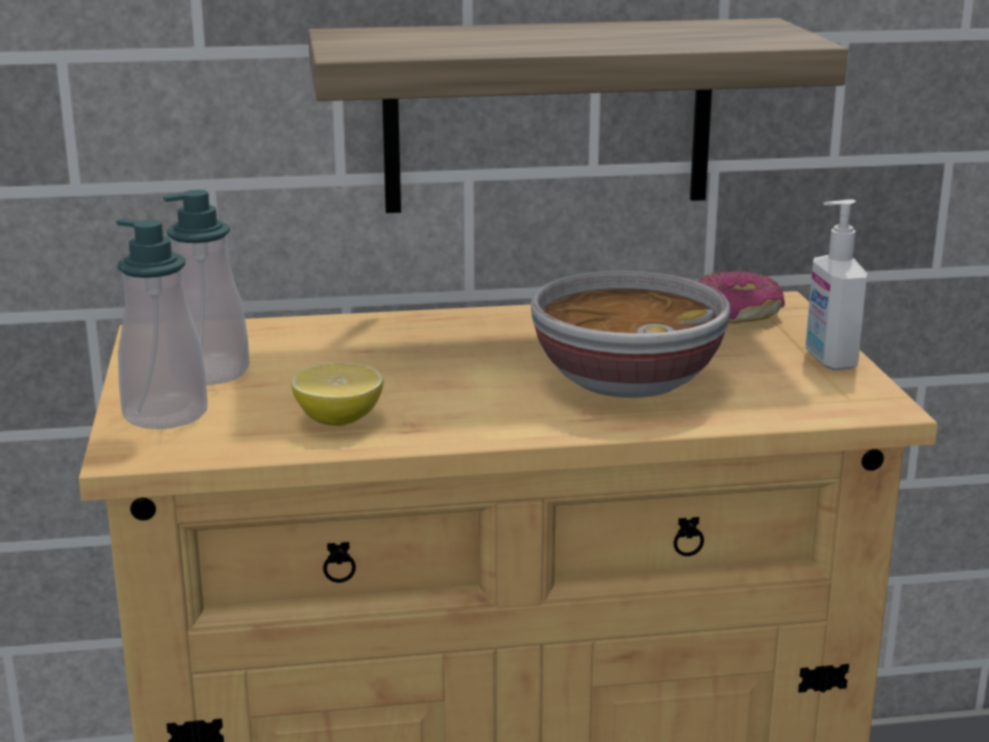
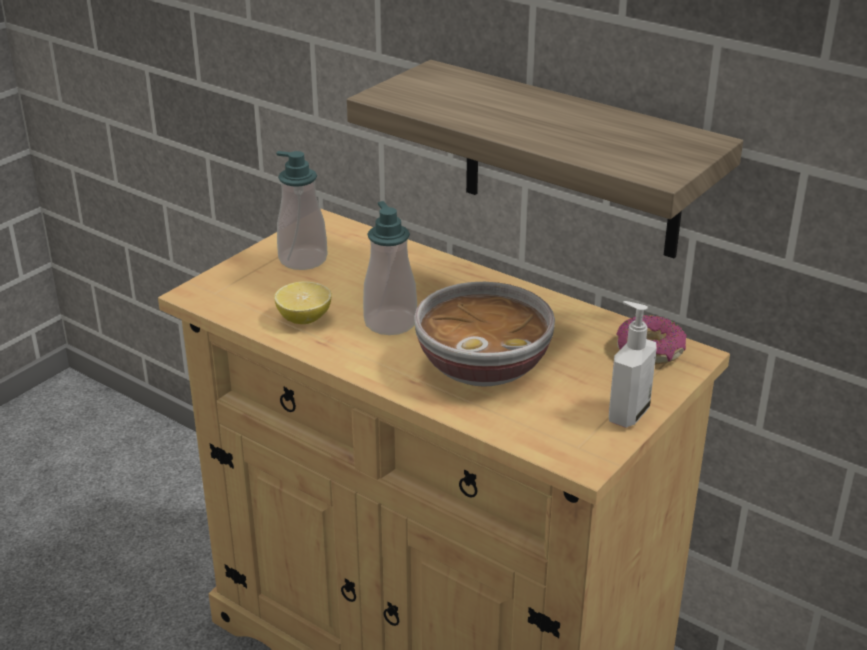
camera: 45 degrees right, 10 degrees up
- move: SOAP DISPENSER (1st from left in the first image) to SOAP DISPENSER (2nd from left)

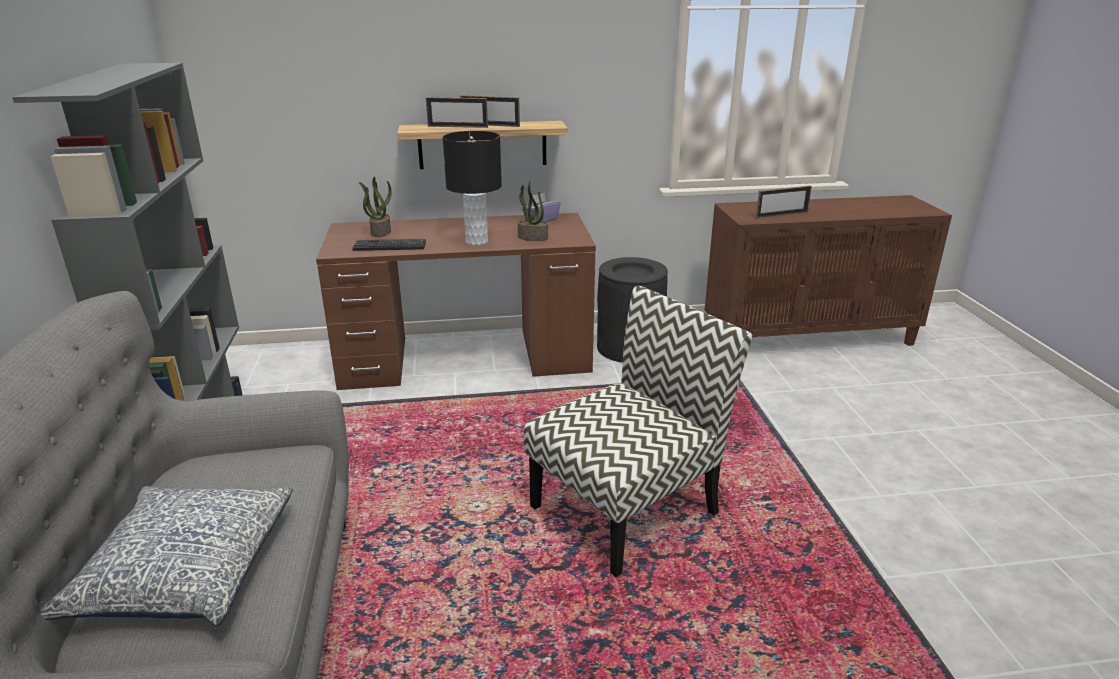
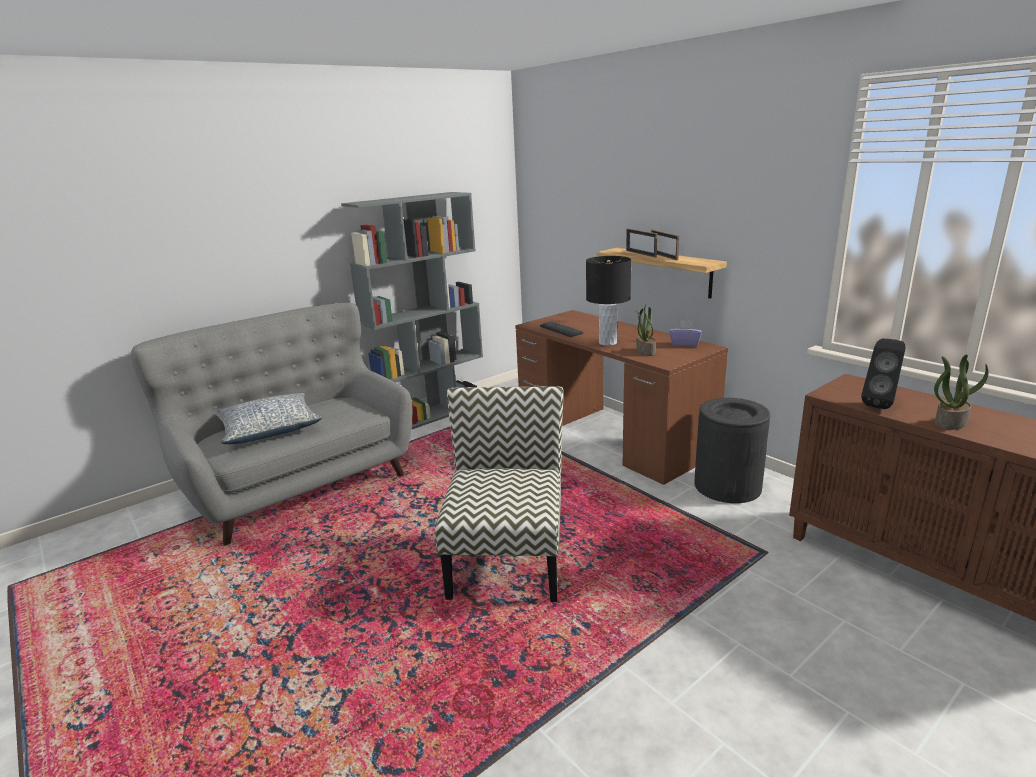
camera: 60 degrees right, 5 degrees down
- rotate: CHAIR 105 degrees counterclockwise
- replace: PICTURE FRAME (3rd from left) to BLACK SPEAKER
- move: POTTED PLANT (1st from left in the first image) to POTTED PLANT (2nd from left)

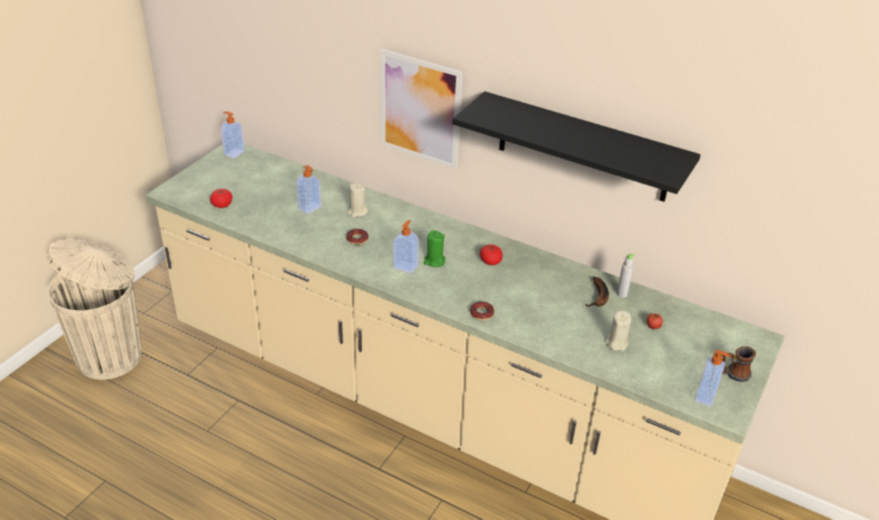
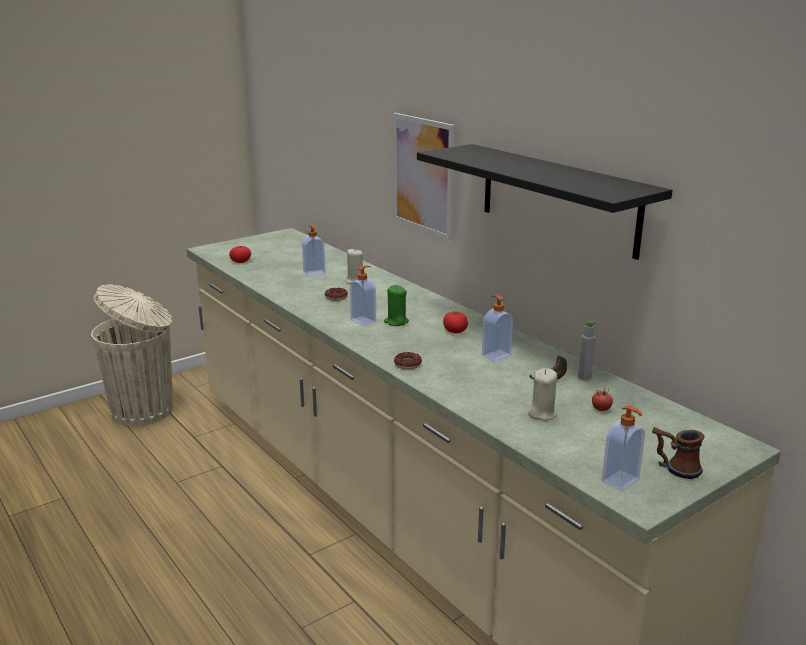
camera: 25 degrees right, 15 degrees down
- move: SOAP DISPENSER (1st from left in the first image) to SOAP DISPENSER (3rd from left)

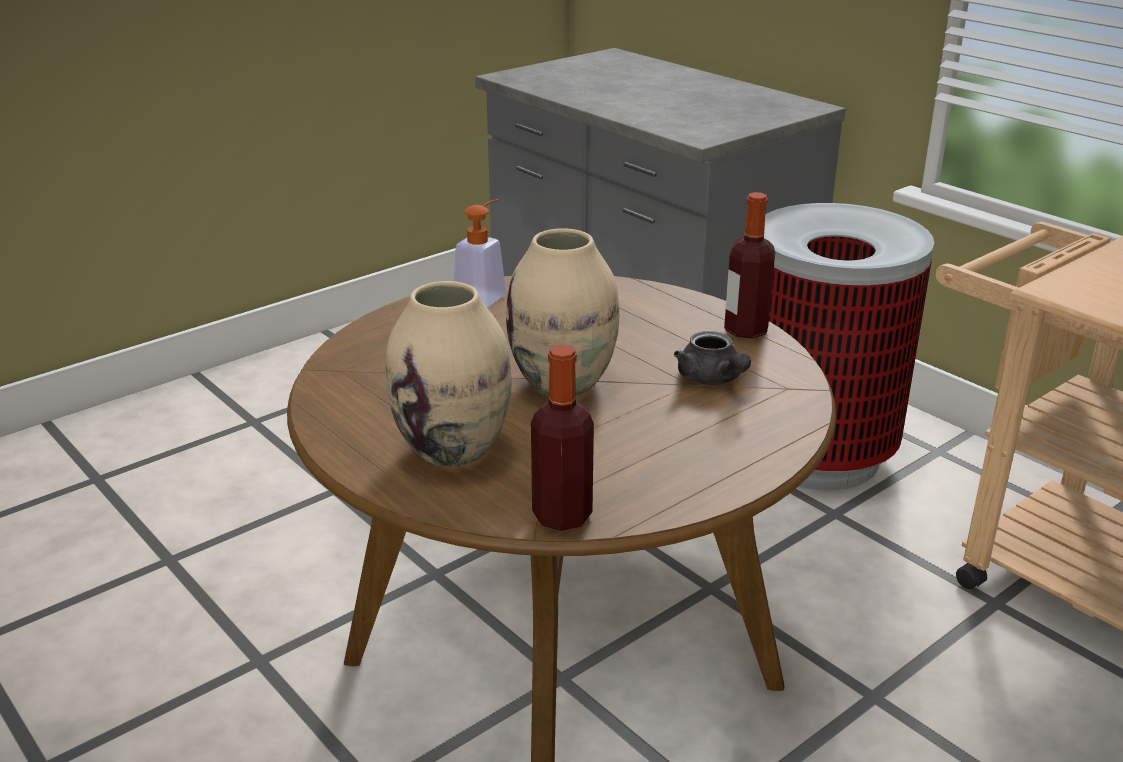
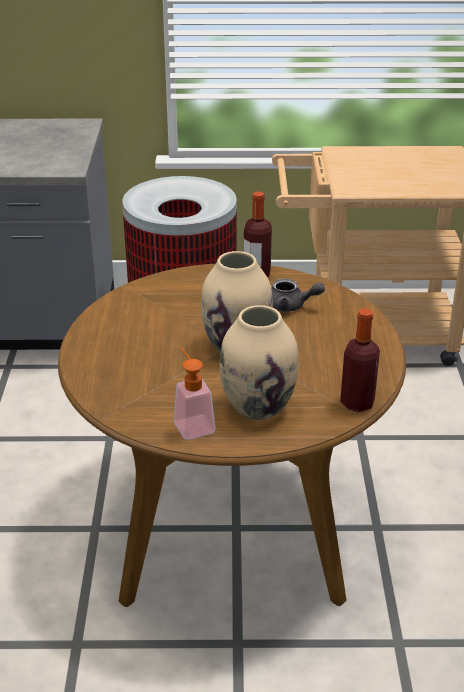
camera: 50 degrees left, 5 degrees up
- move: SOAP DISPENSER

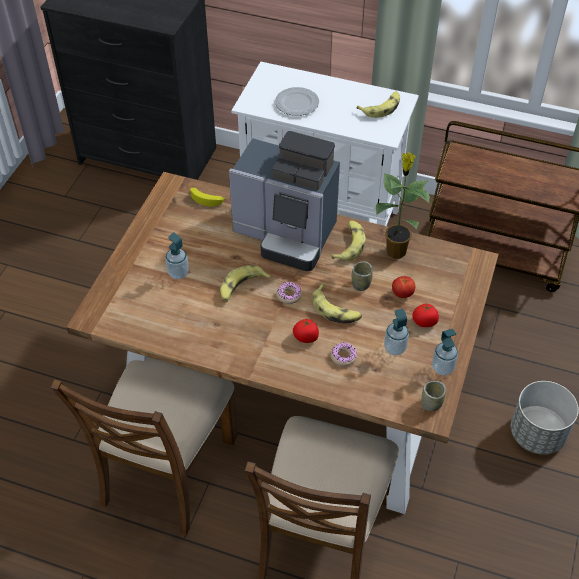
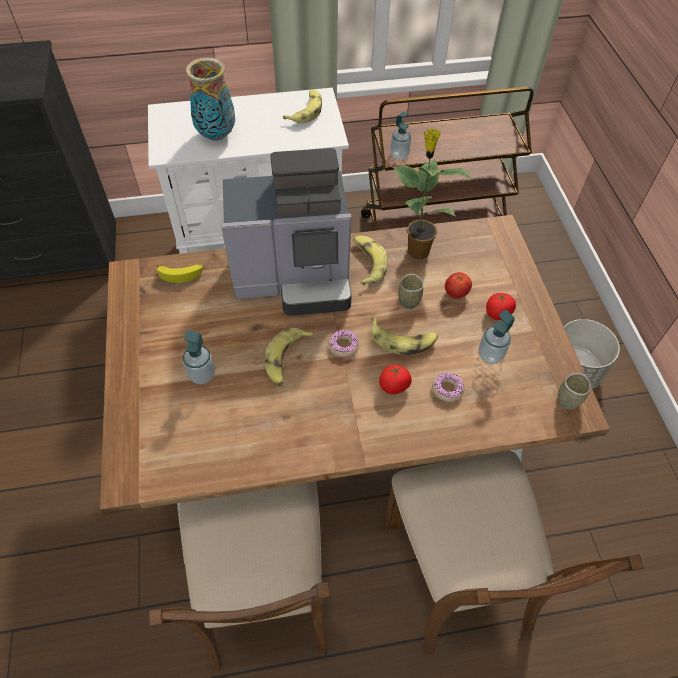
camera: 30 degrees left, 5 degrees up
- replace: PLATE to VASE
- move: SOAP DISPENSER (3rd from left in the first image) to SOAP DISPENSER (2nd from left)

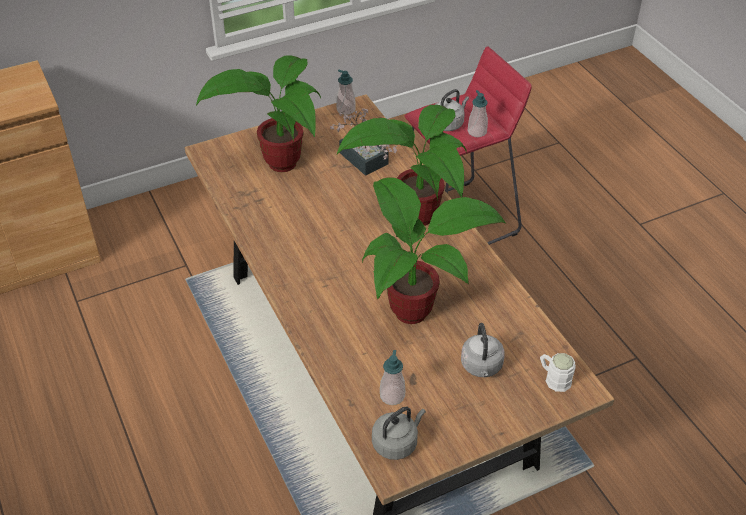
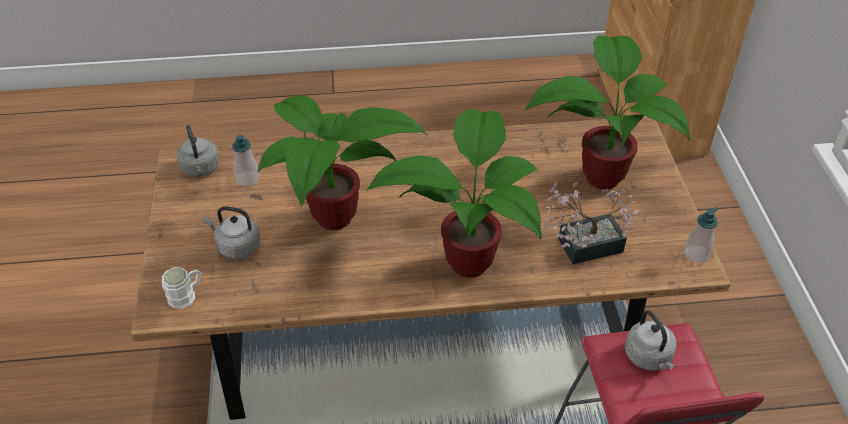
camera: 110 degrees right, 0 degrees up
- delete: SOAP DISPENSER (3rd from left)

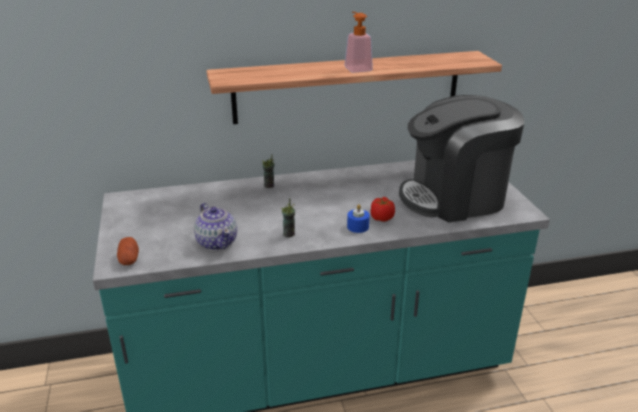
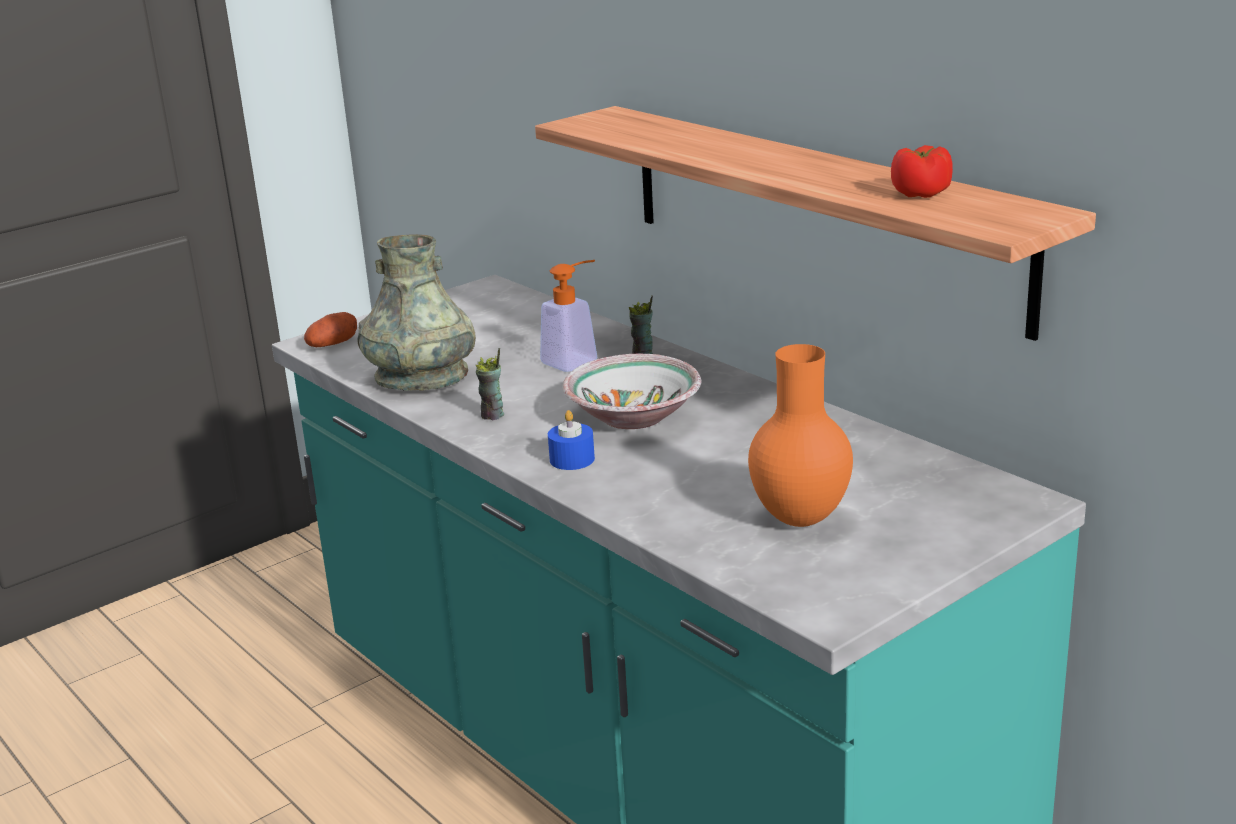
camera: 65 degrees right, 5 degrees down
- replace: TEAPOT to GREY VASE
- move: SOAP DISPENSER
- insert: BOWL
- replace: COFFEE MACHINE to ORANGE VASE
- move: TOMATO

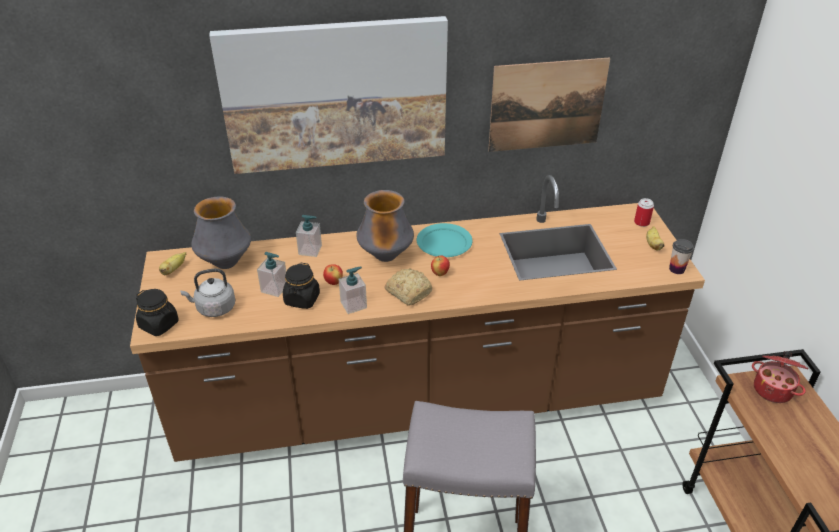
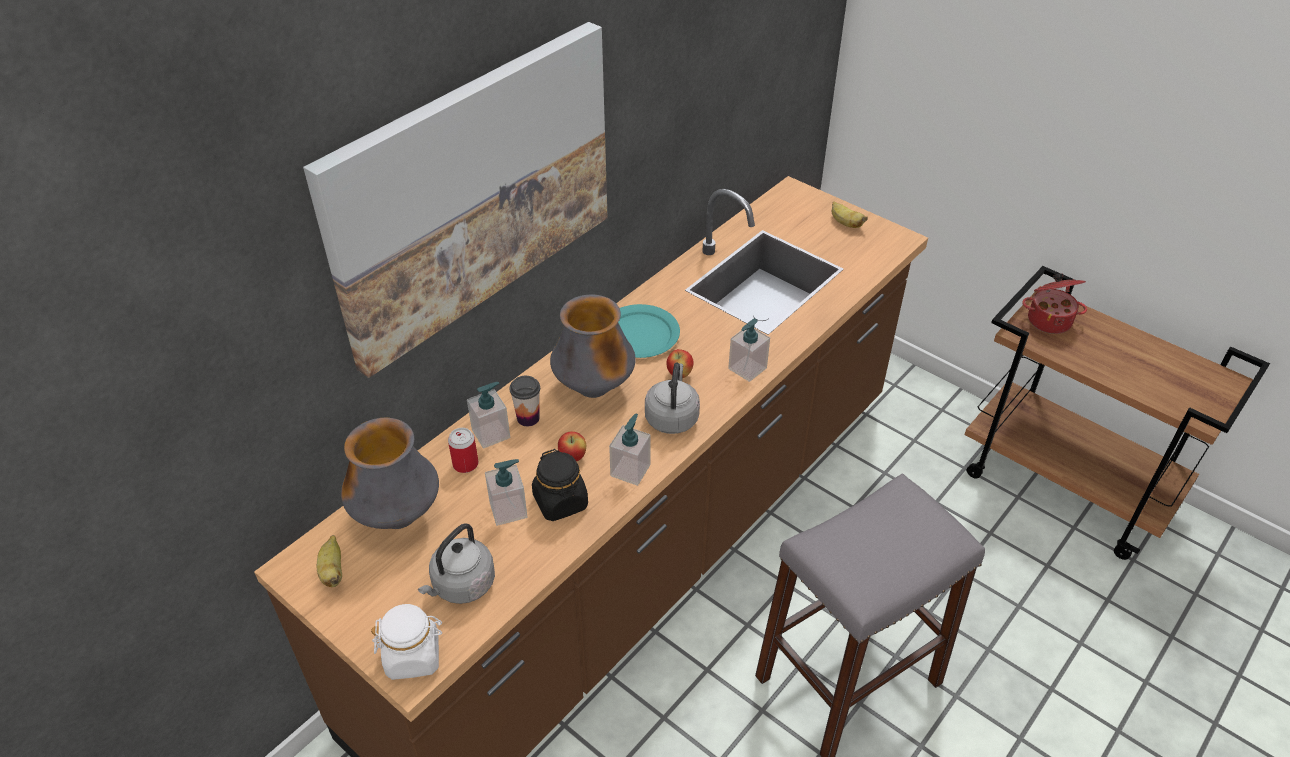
camera: 40 degrees left, 5 degrees up
- recolor: BLACK JAR (1st from left) to WHITE JAR
- move: CAN
- move: CUP
- replace: BREAD to GREY KETTLE (2nd from left)
- insert: SOAP DISPENSER (4th from left)
- delete: PICTURE (2nd from left)

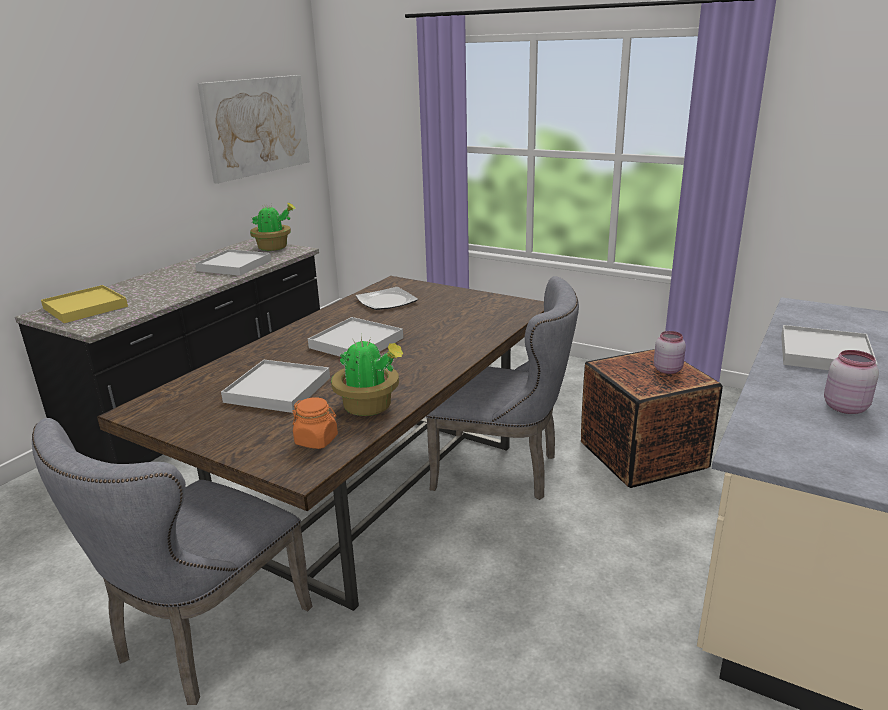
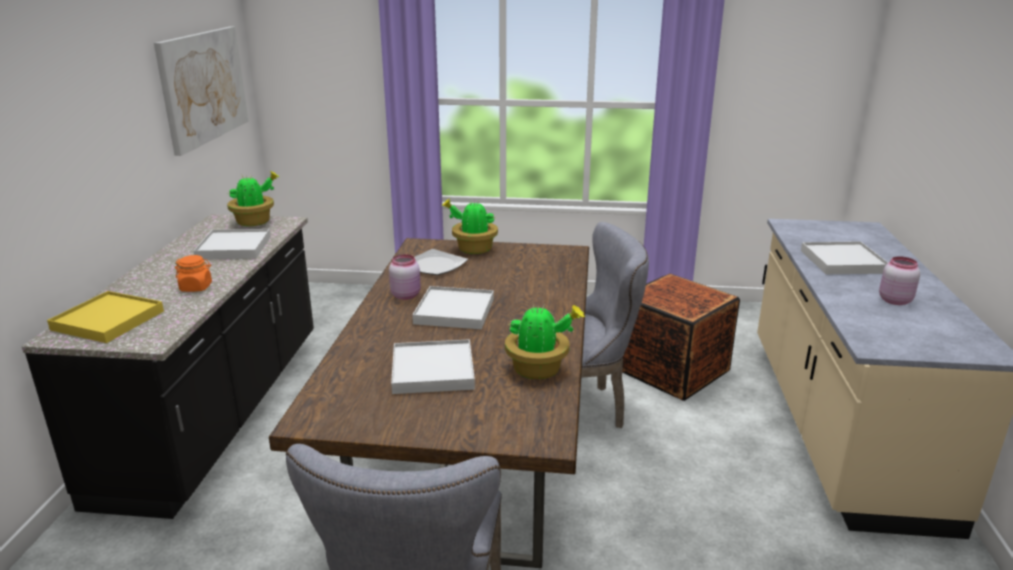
camera: 25 degrees left, 0 degrees up
- move: ORANGE JAR
- move: PINK JAR (1st from left)
- insert: POTTED PLANT (2nd from left)

